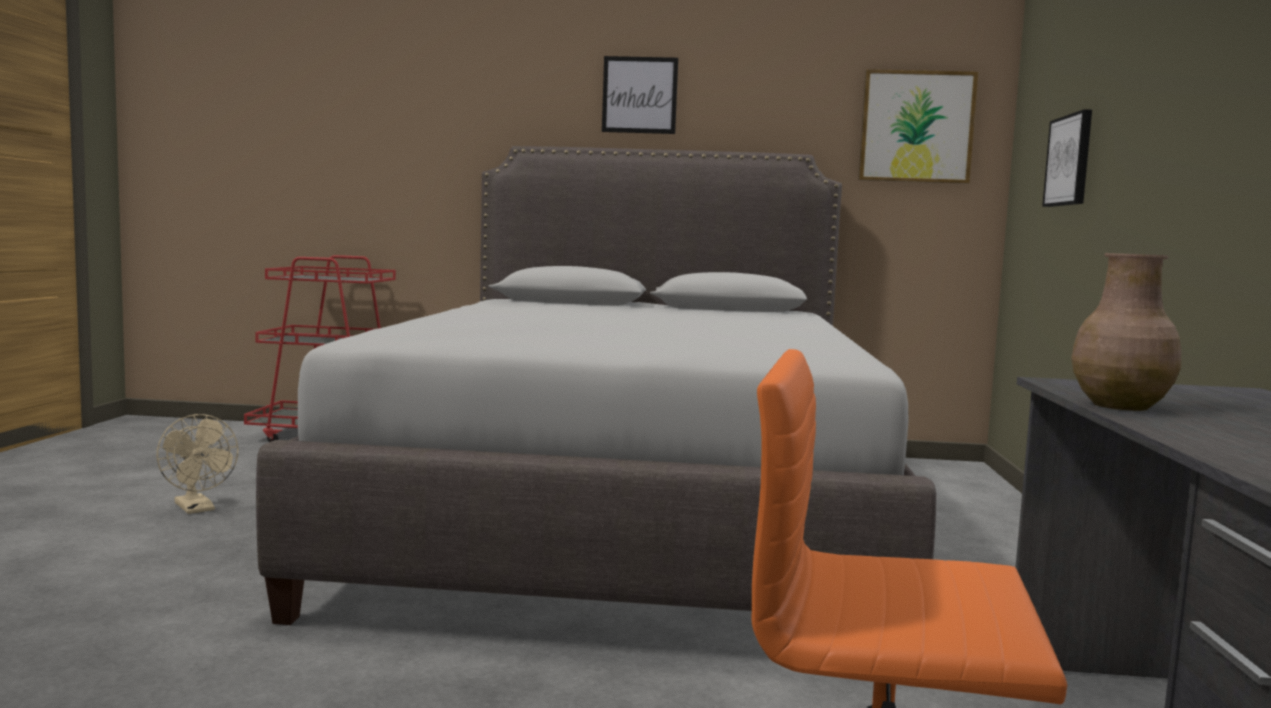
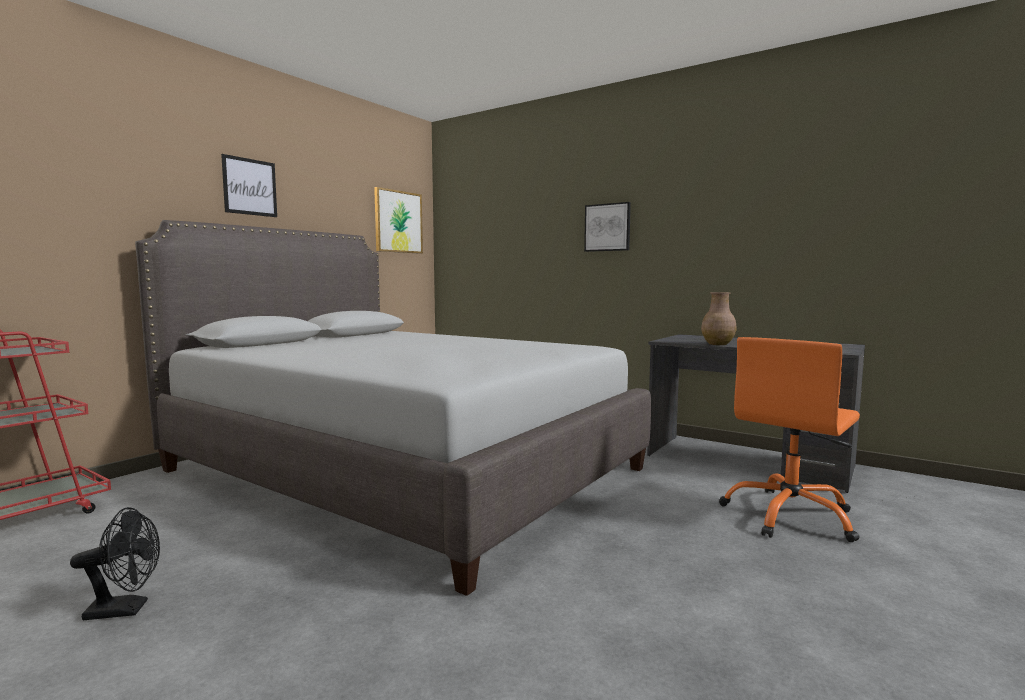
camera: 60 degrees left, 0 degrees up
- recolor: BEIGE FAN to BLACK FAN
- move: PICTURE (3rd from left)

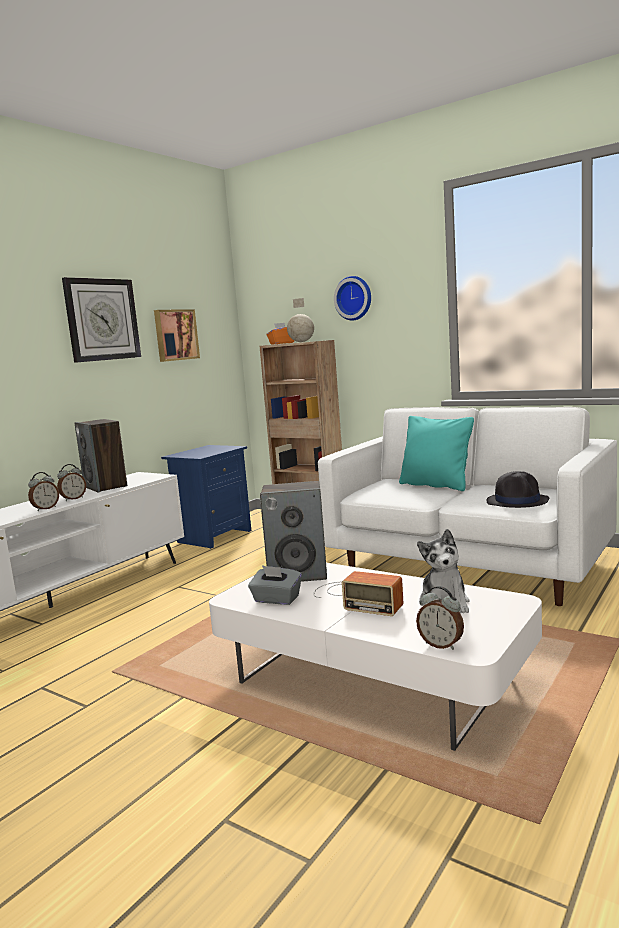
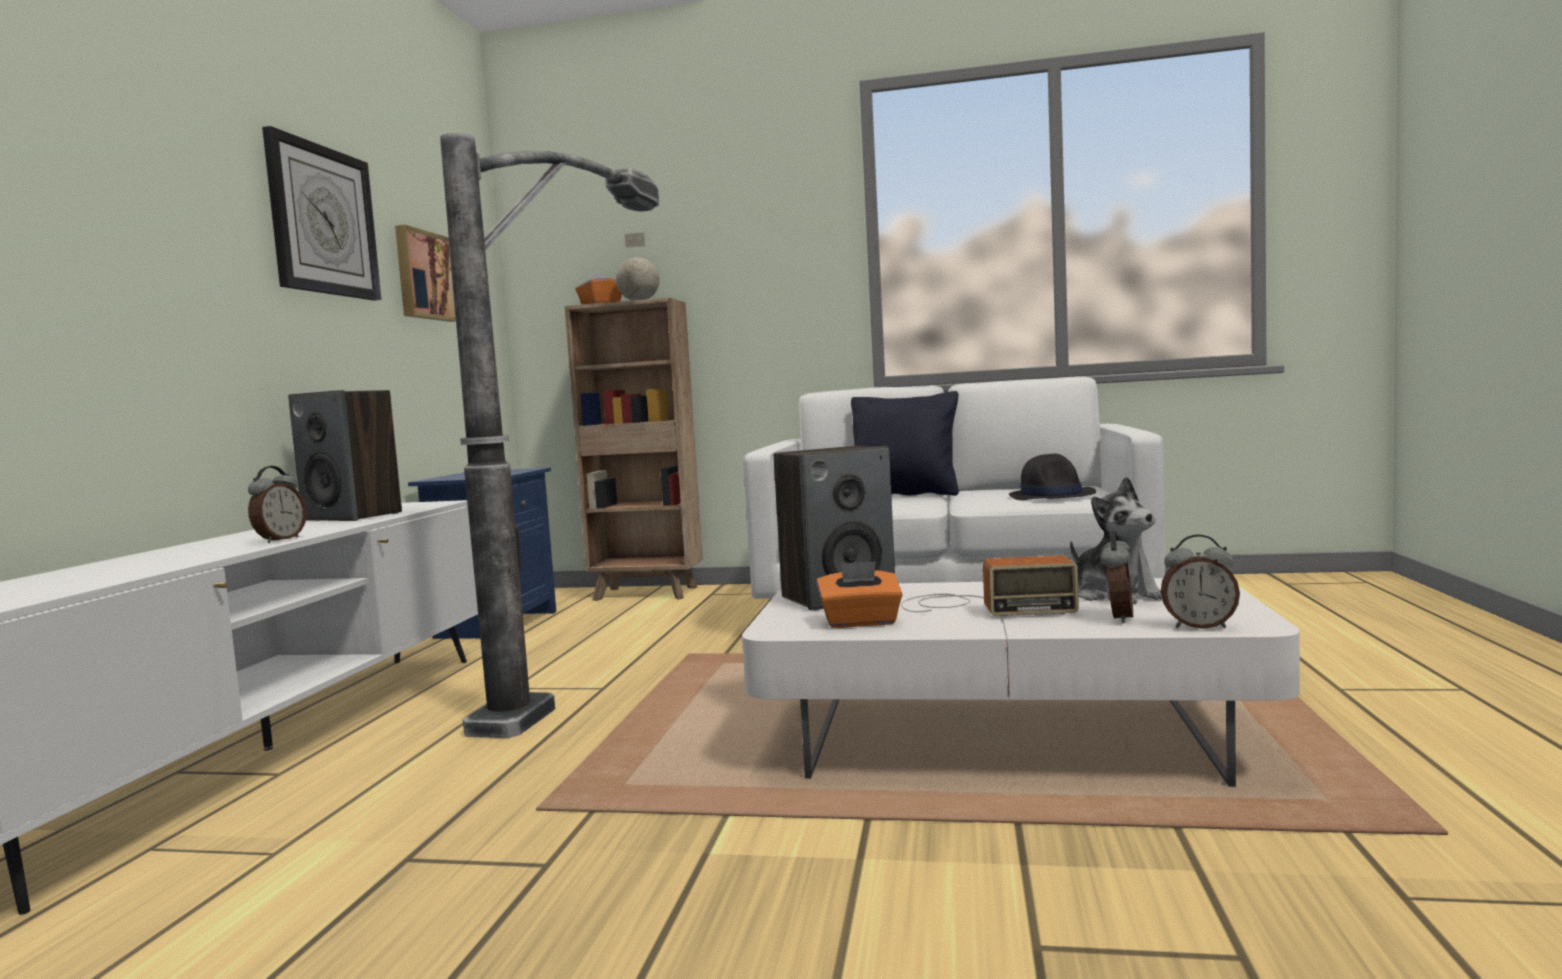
camera: 25 degrees left, 5 degrees down
- insert: FLOOR LAMP
- recolor: GREY TISSUE BOX to ORANGE TISSUE BOX (2nd from left)
- recolor: TURQUOISE PILLOW to BLACK PILLOW
- move: ALARM CLOCK (2nd from left)
- delete: WALL CLOCK (2nd from left)

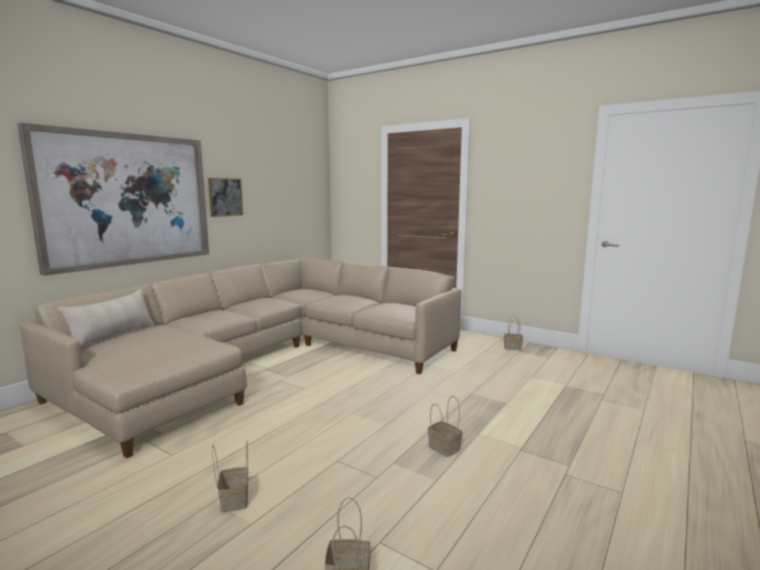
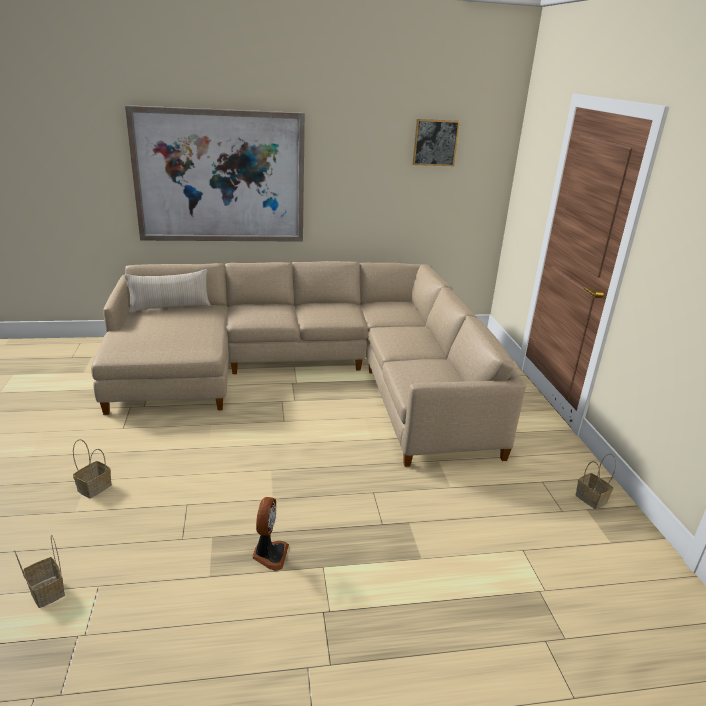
camera: 45 degrees right, 15 degrees up
- replace: BASKET (3rd from left) to FAN
- move: PICTURE (2nd from left)

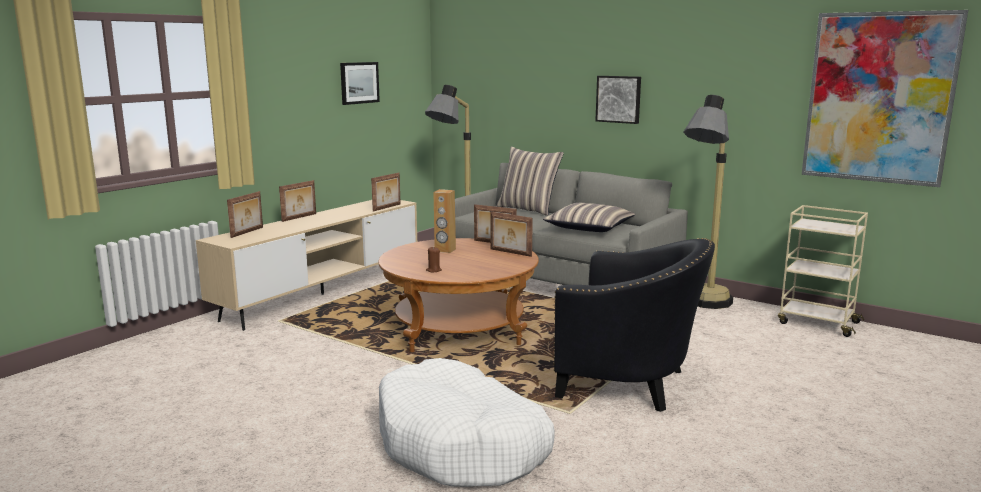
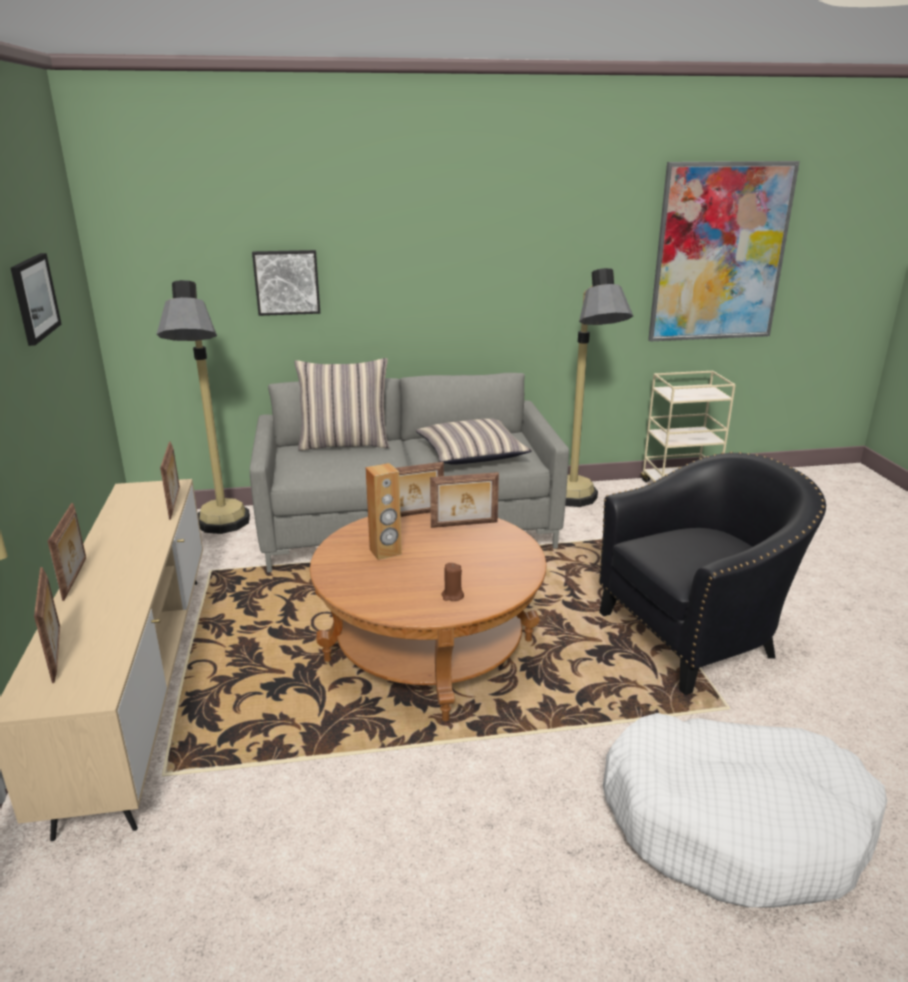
camera: 45 degrees left, 10 degrees up
- move: PICTURE (2nd from left)

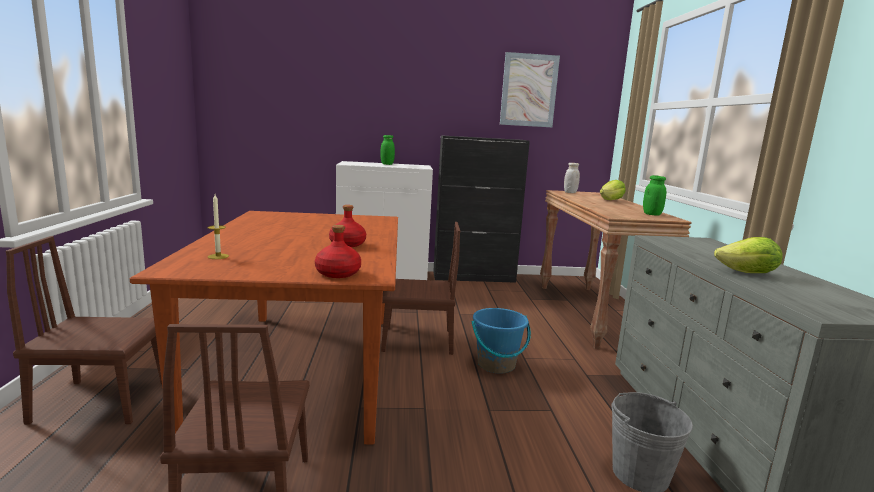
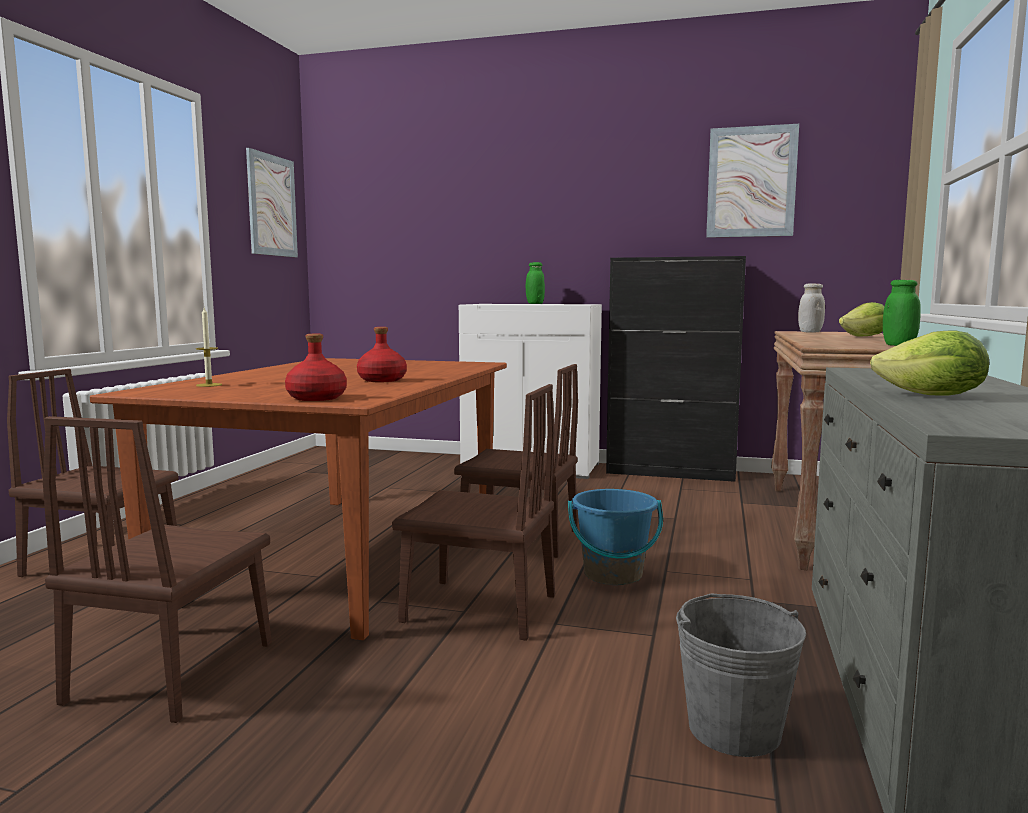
camera: 20 degrees right, 5 degrees down
- insert: PICTURE (1st from left)
- insert: BROWN CHAIR (3rd from left)

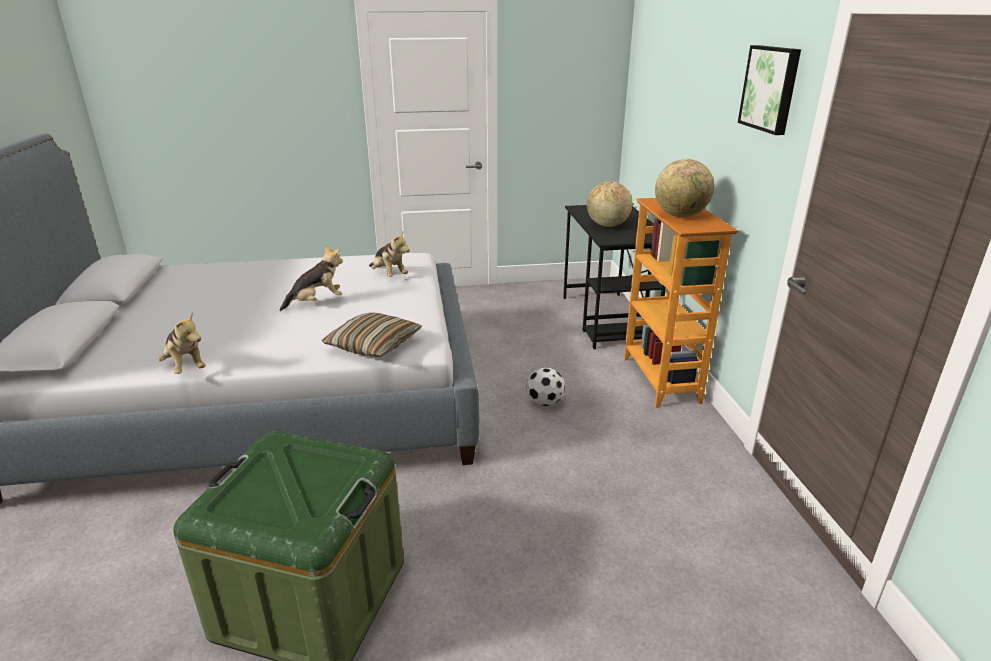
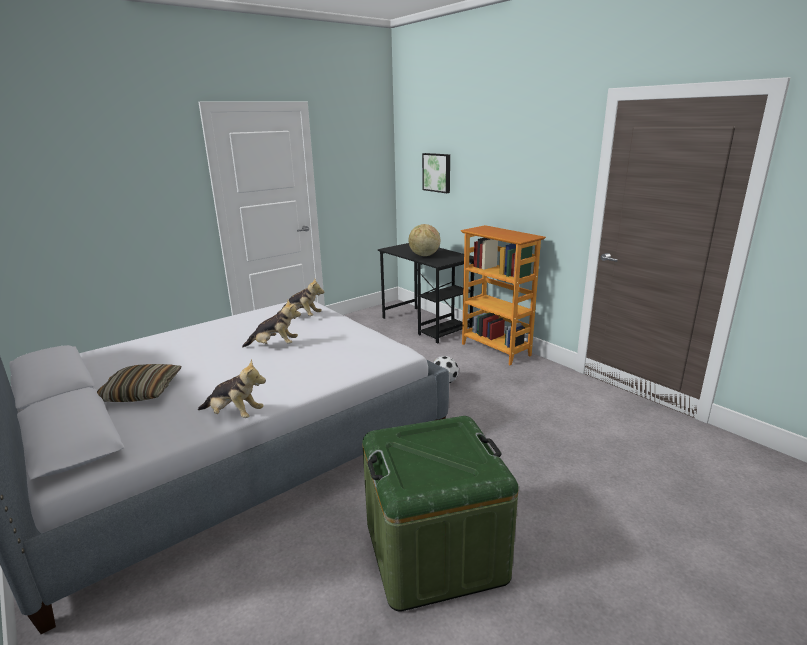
camera: 30 degrees left, 5 degrees down
- move: PILLOW
- rotate: PLUSH TOY (2nd from left) 60 degrees clockwise
- move: PICTURE
- delete: GLOBE (2nd from left)

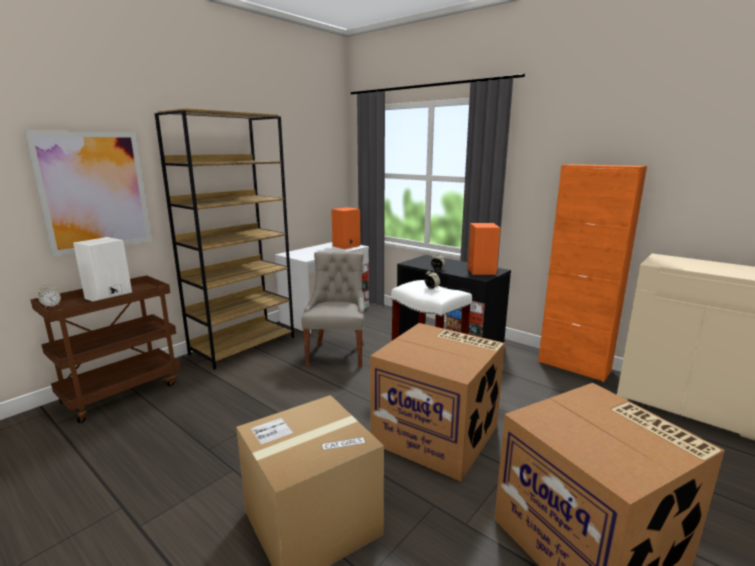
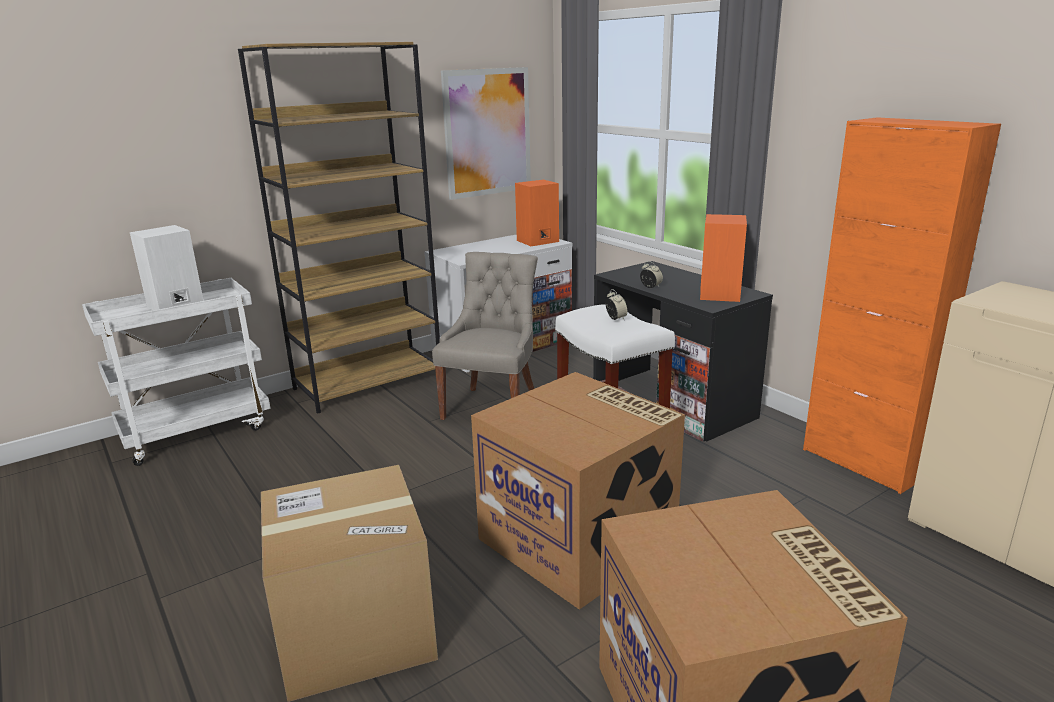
camera: 15 degrees right, 5 degrees up
- recolor: BROWN CART to WHITE CART
- move: PICTURE
- delete: ALARM CLOCK (1st from left)

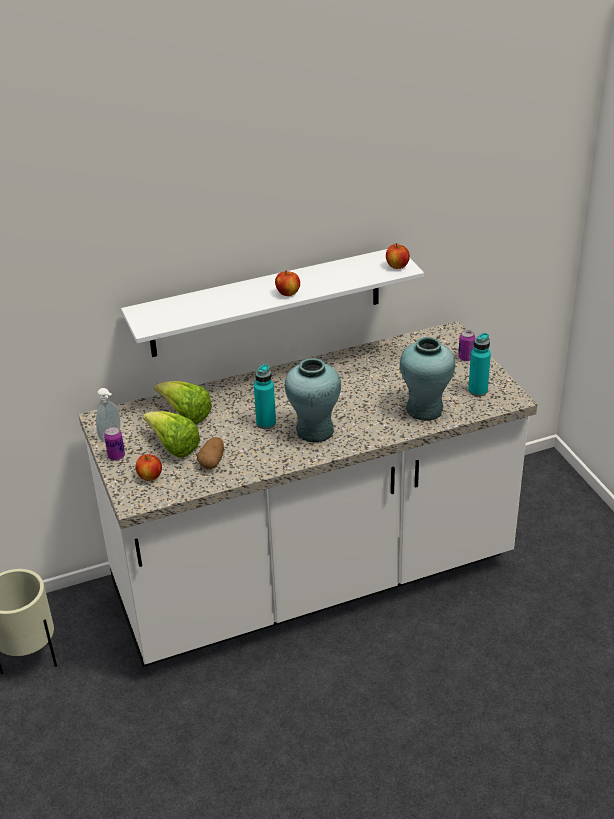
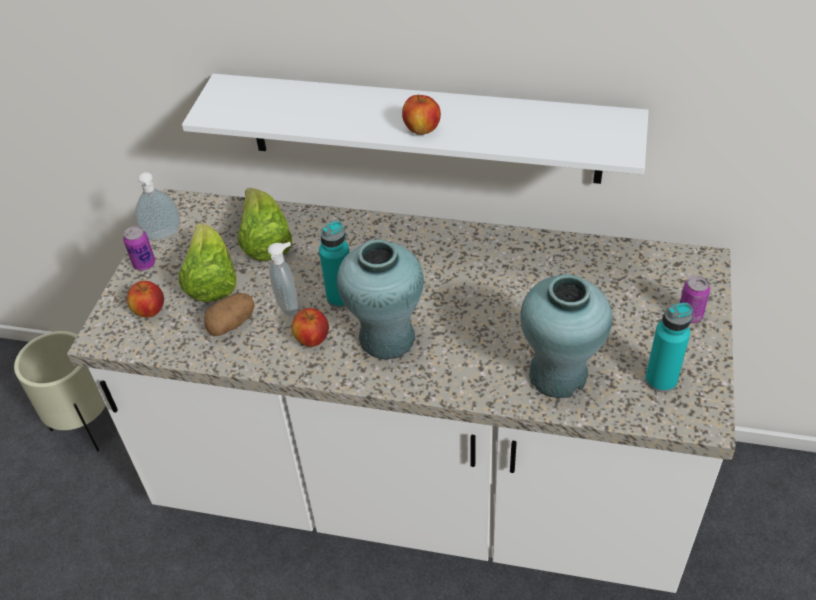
camera: 35 degrees right, 10 degrees up
- insert: SOAP DISPENSER (2nd from left)
- move: APPLE (3rd from left in the first image) to APPLE (2nd from left)

